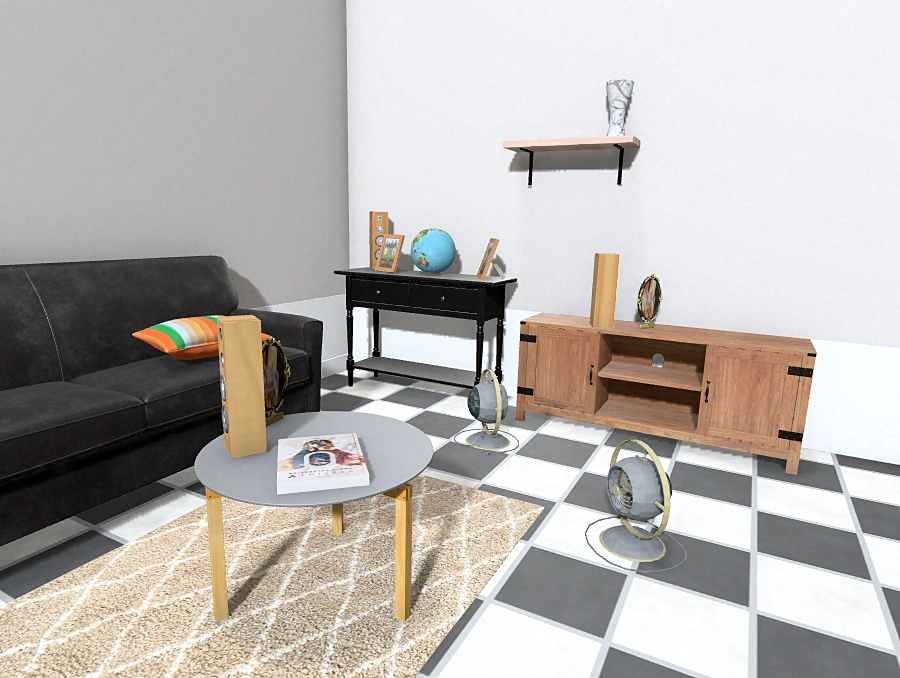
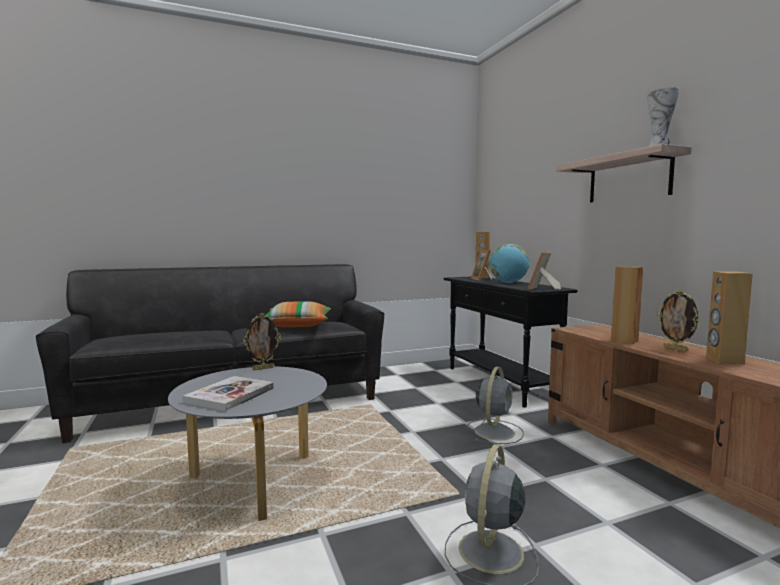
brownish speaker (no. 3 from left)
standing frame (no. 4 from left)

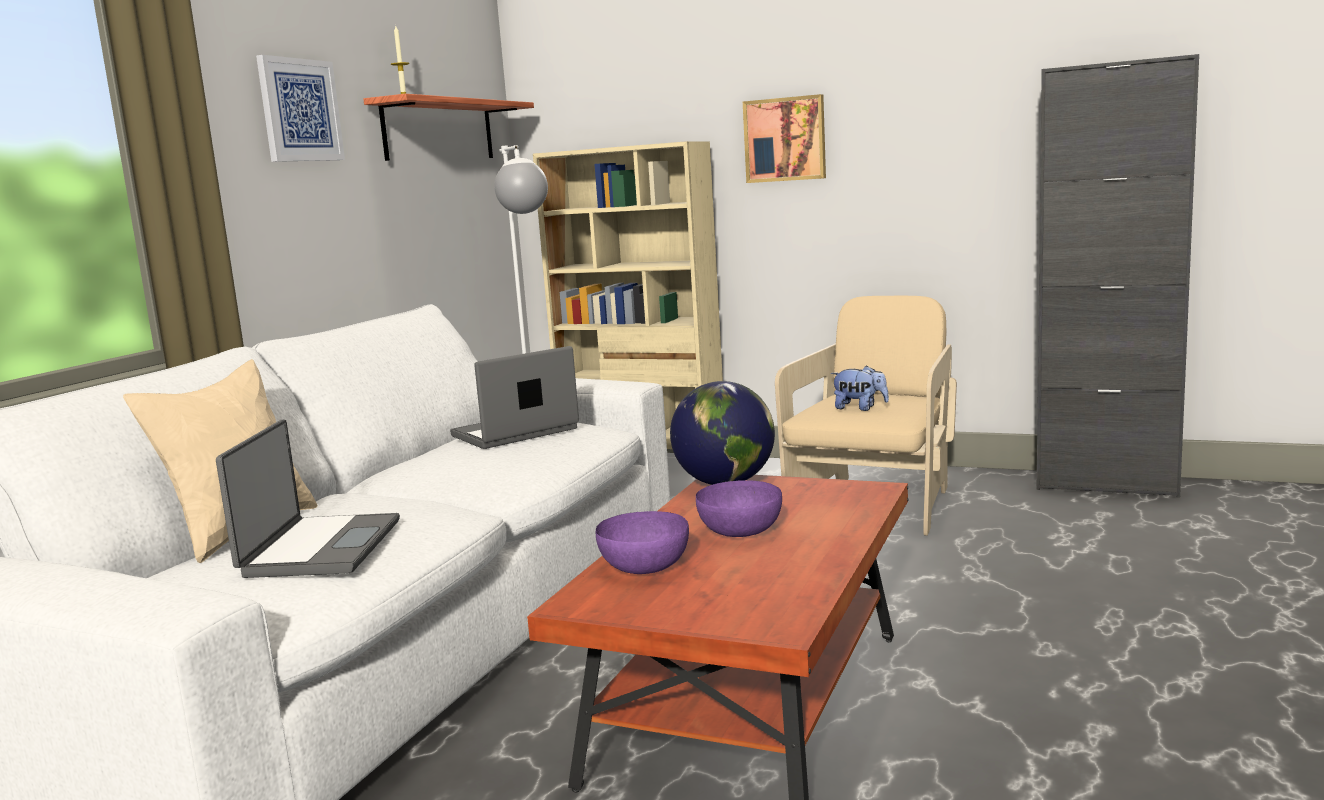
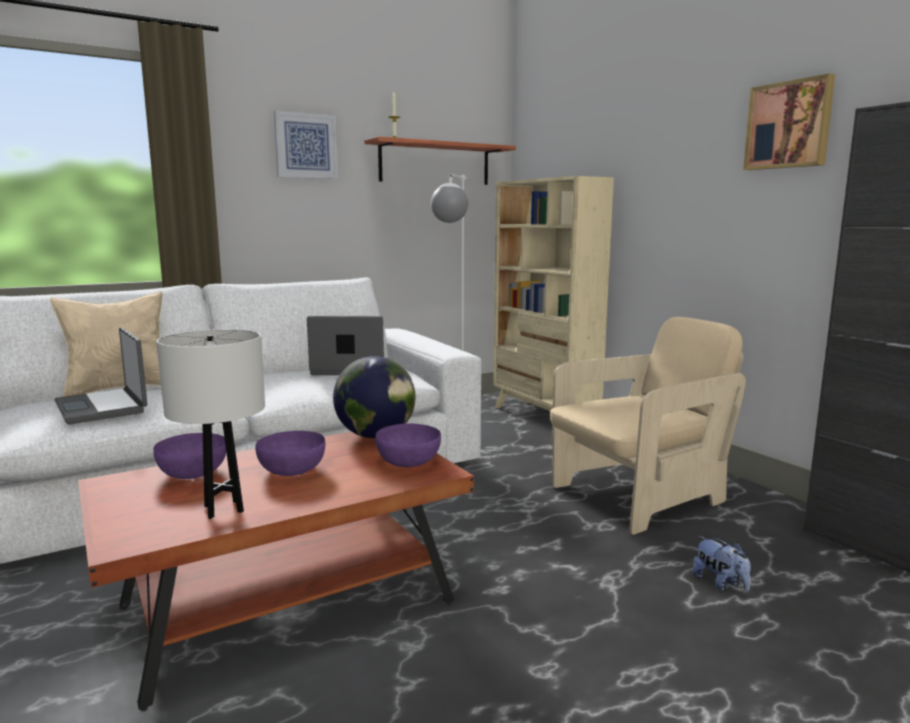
whitish tabletop lamp
purplish bowl (no. 3 from left)
wall art (no. 2 from left)
soft toy
laptop (no. 1 from left)

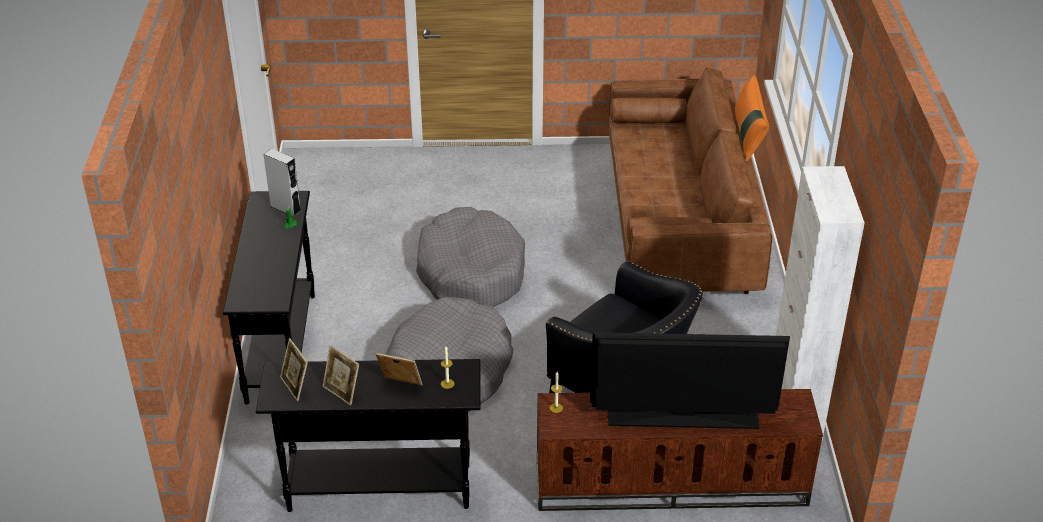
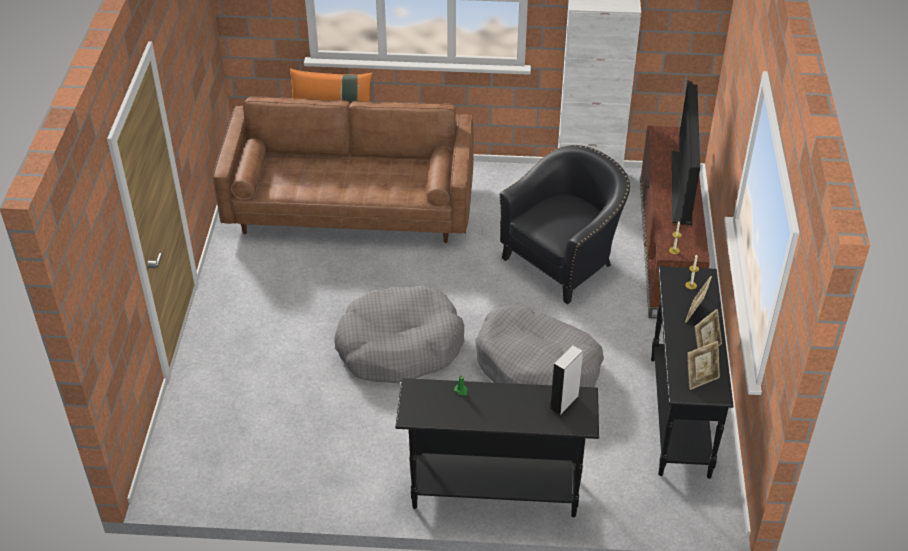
greyish speaker

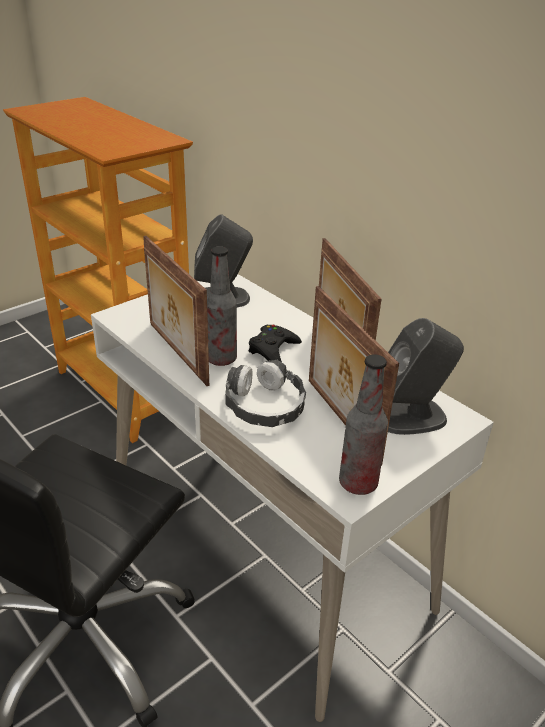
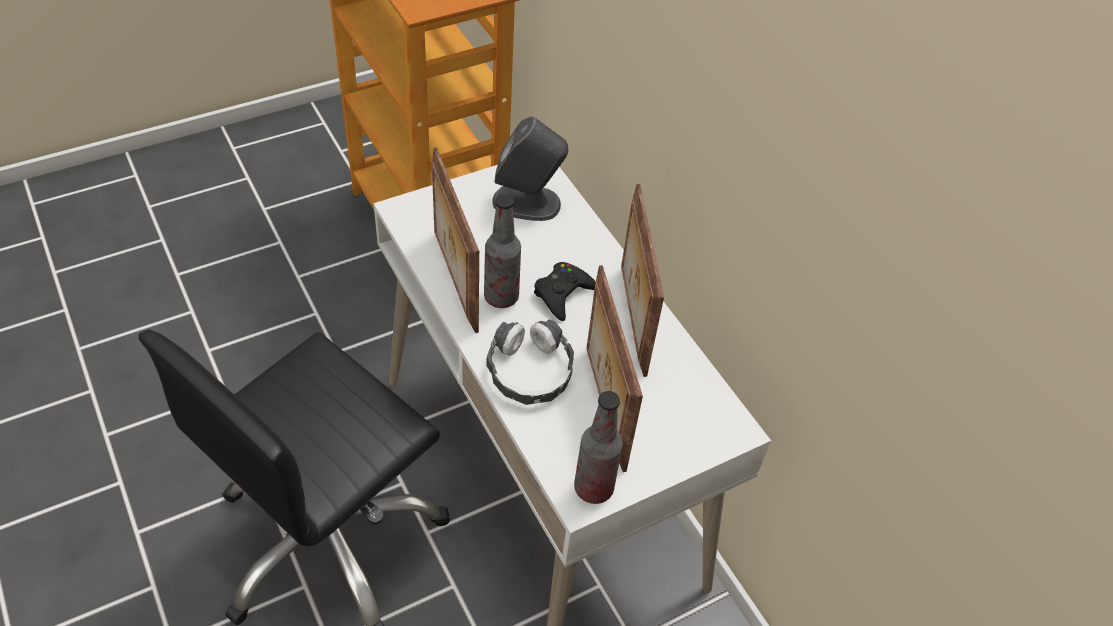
greyish speaker (no. 2 from left in the first image)

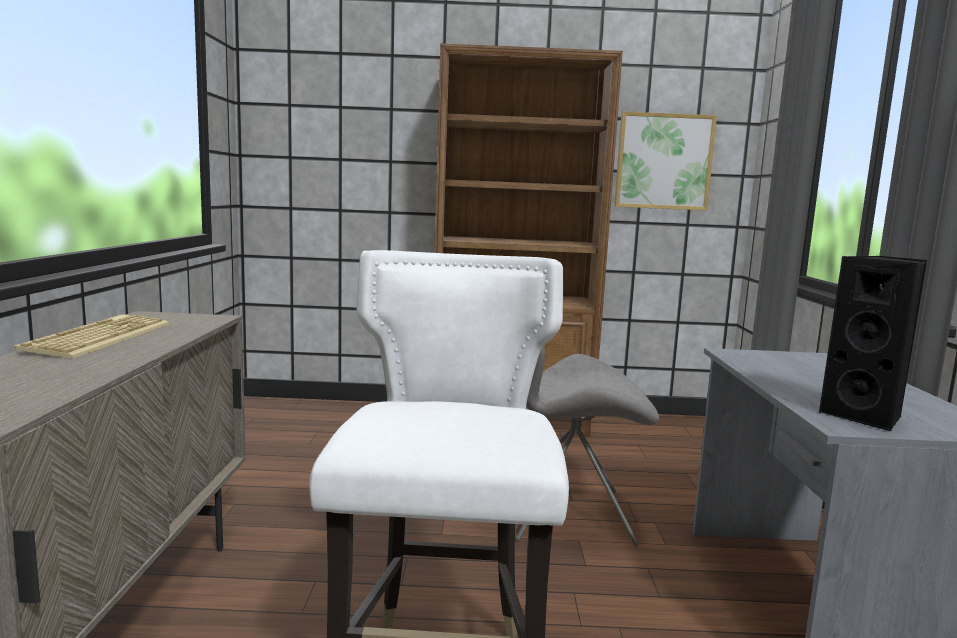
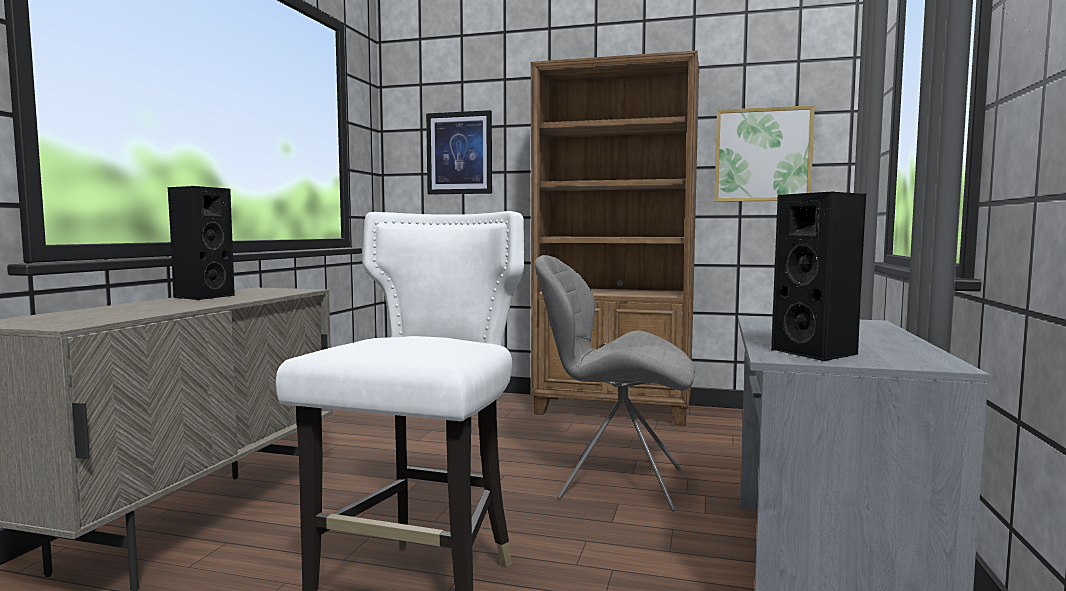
wall art (no. 1 from left)
blackish speaker (no. 1 from left)

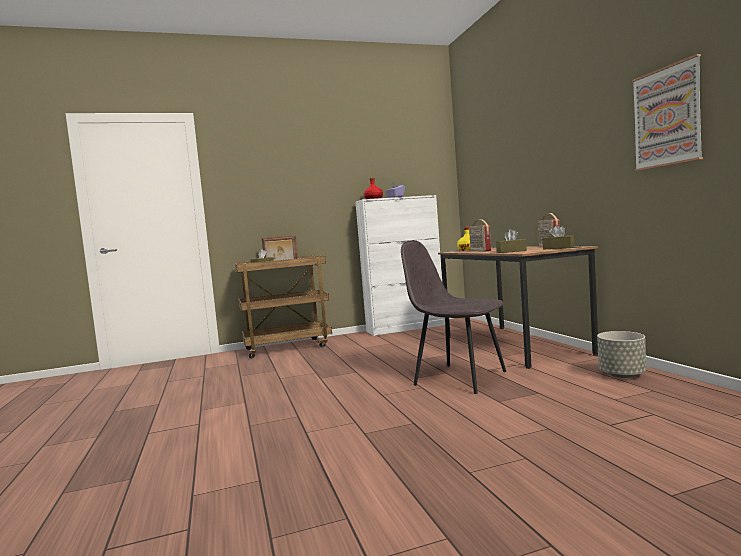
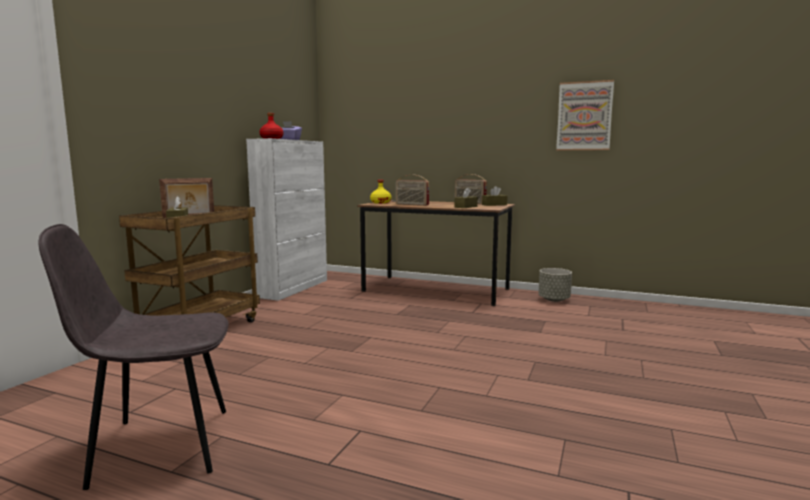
greyish upright chair

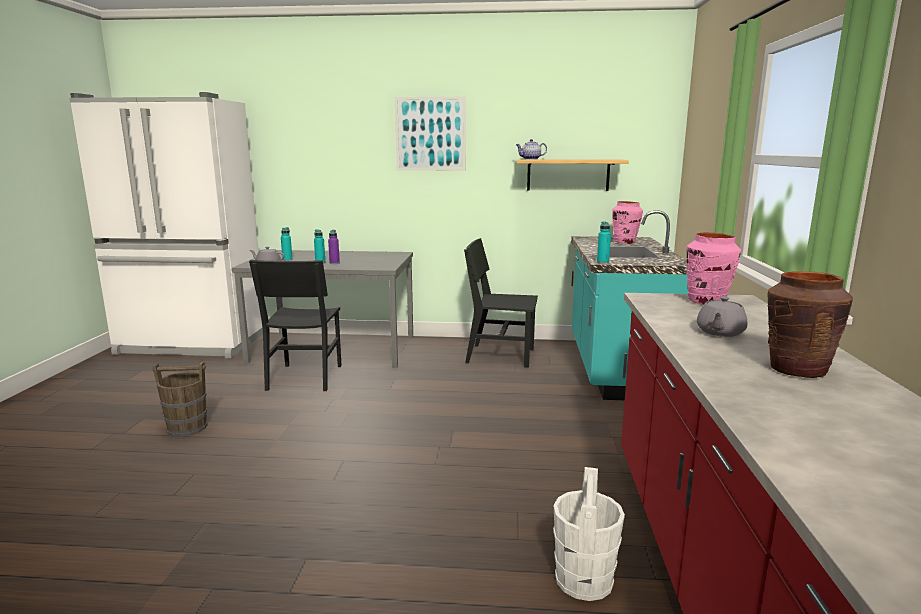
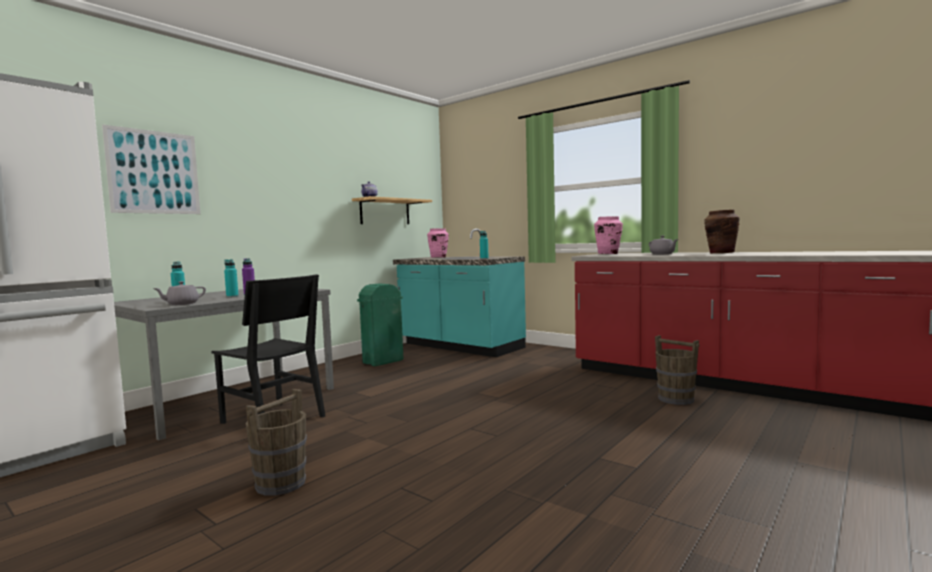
wall art
green rubbish bin
brownish bucket (no. 2 from left)

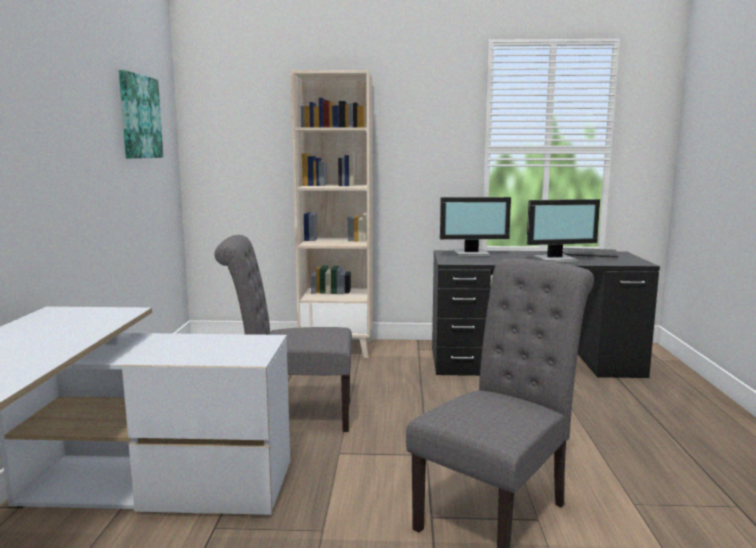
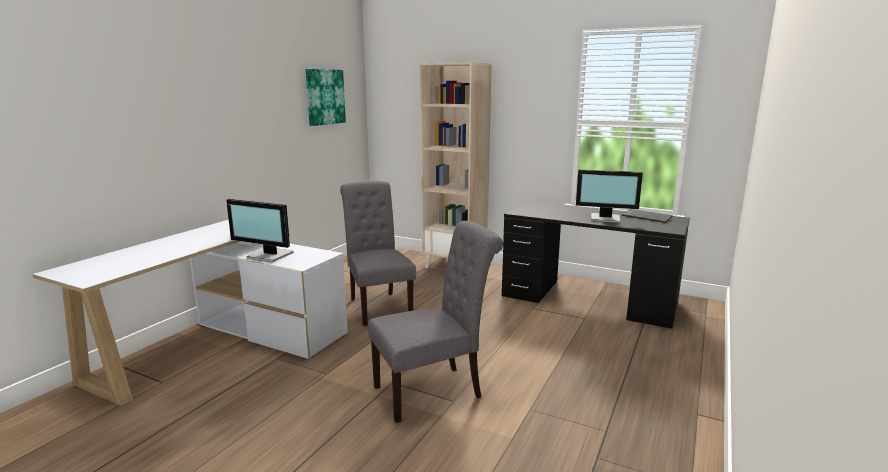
monitor (no. 1 from left)
greyish upright chair (no. 1 from left)

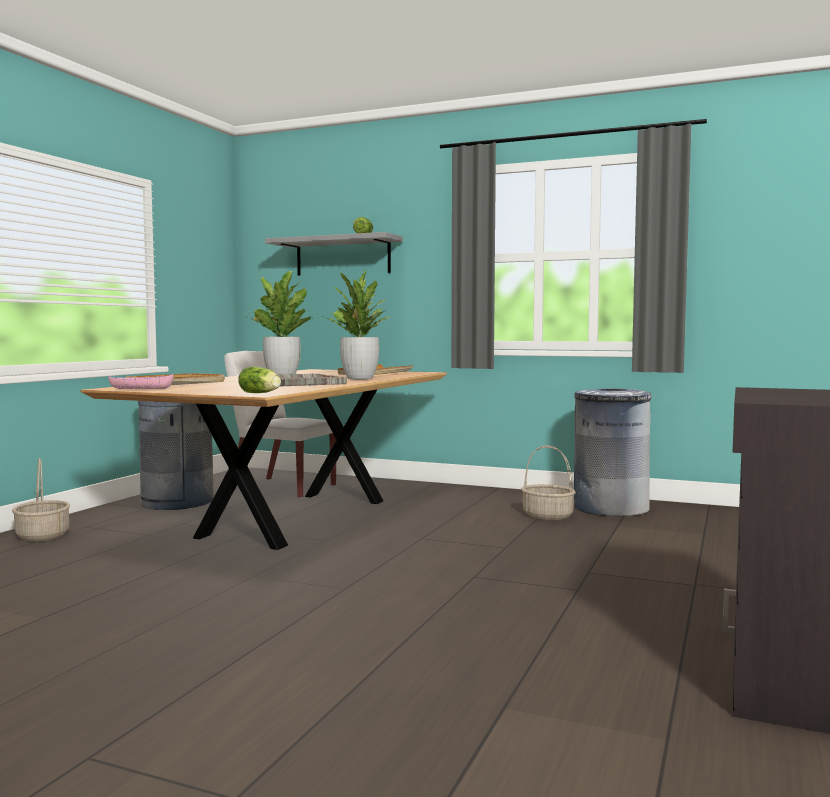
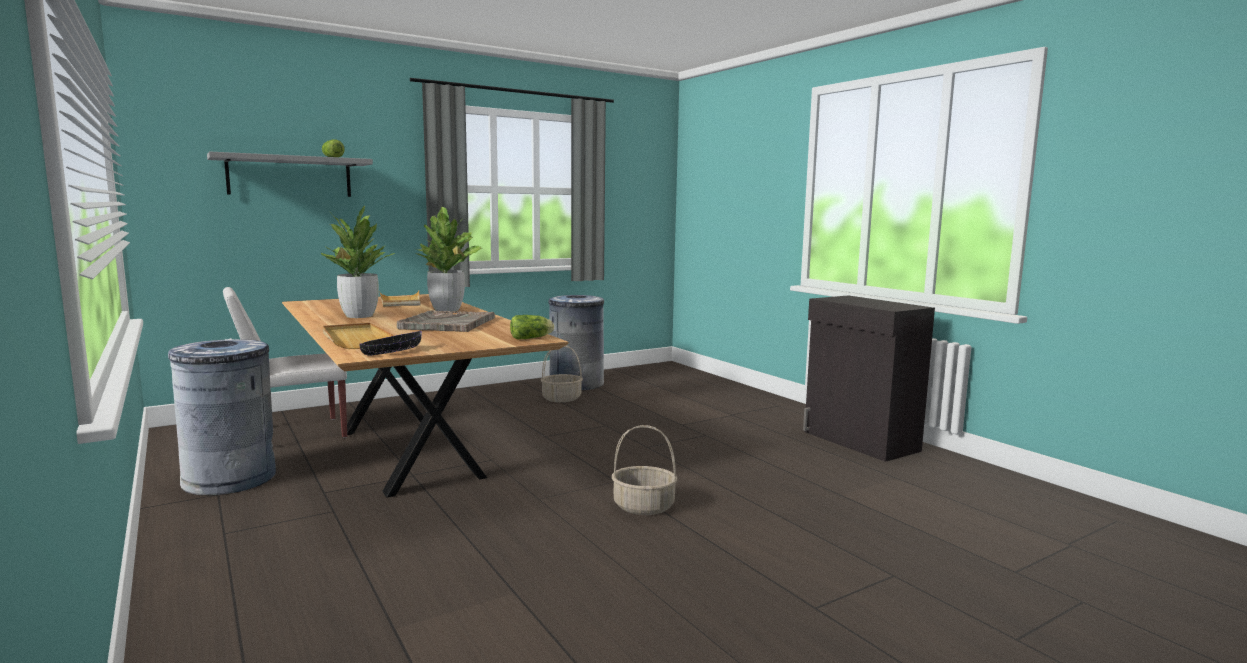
storage basket (no. 2 from left)
blackish bowl

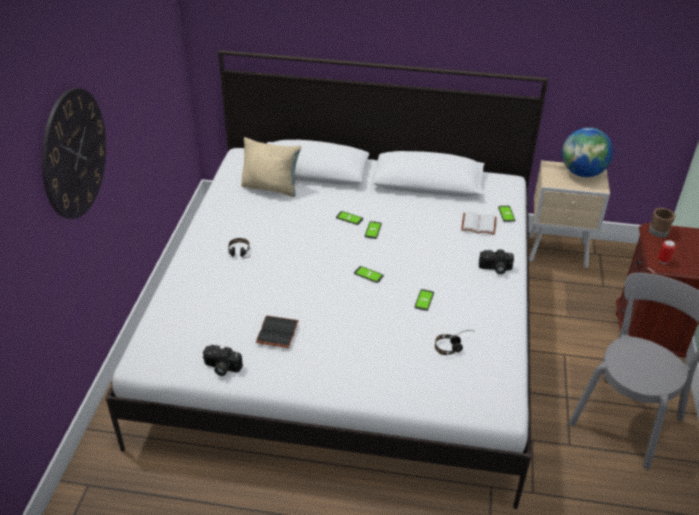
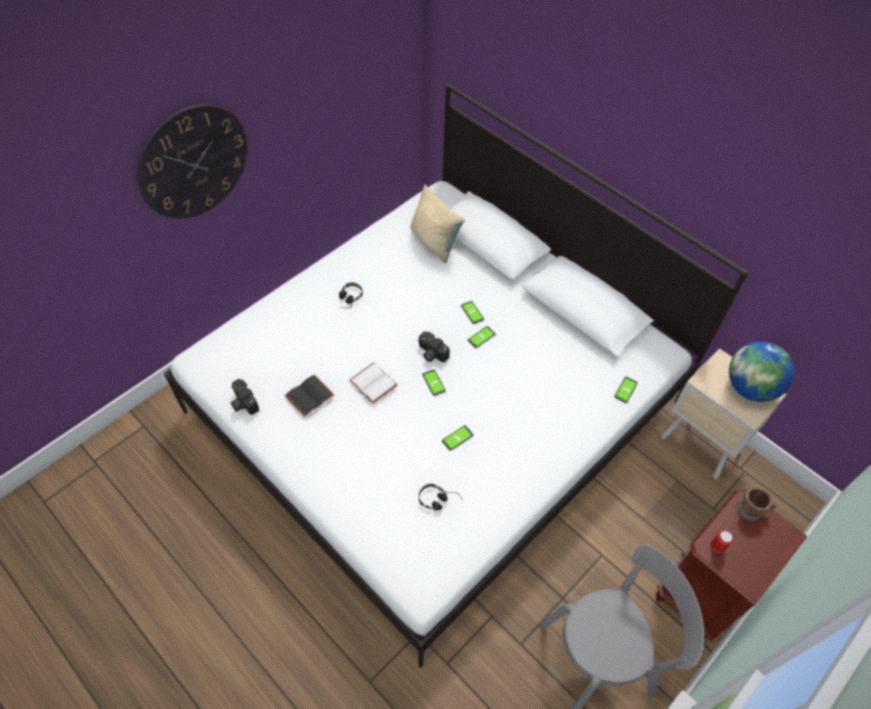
whitish bound book
still camera (no. 2 from left)

